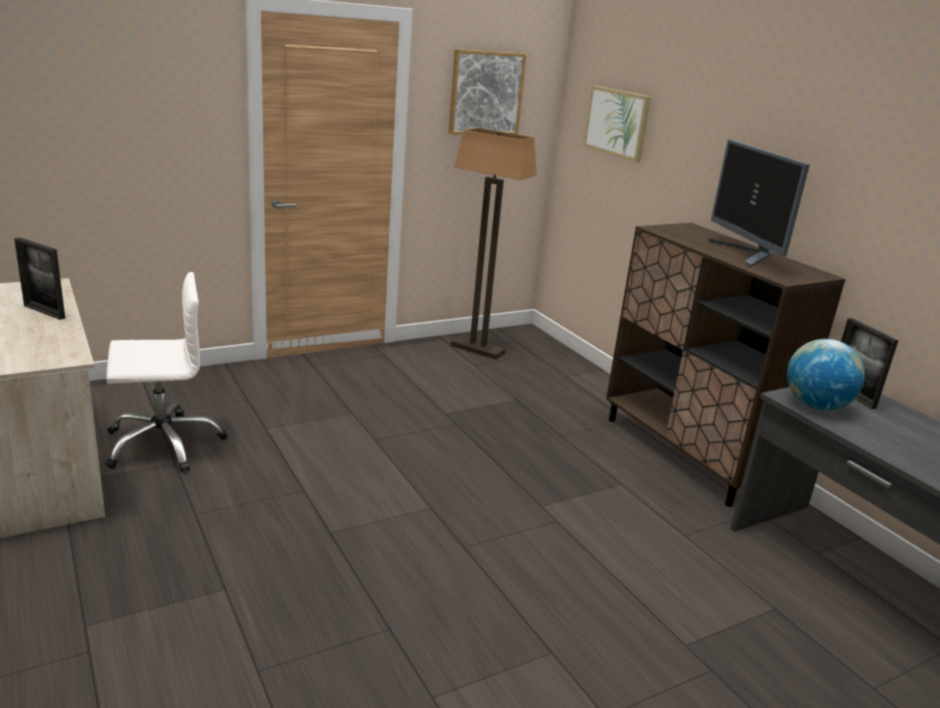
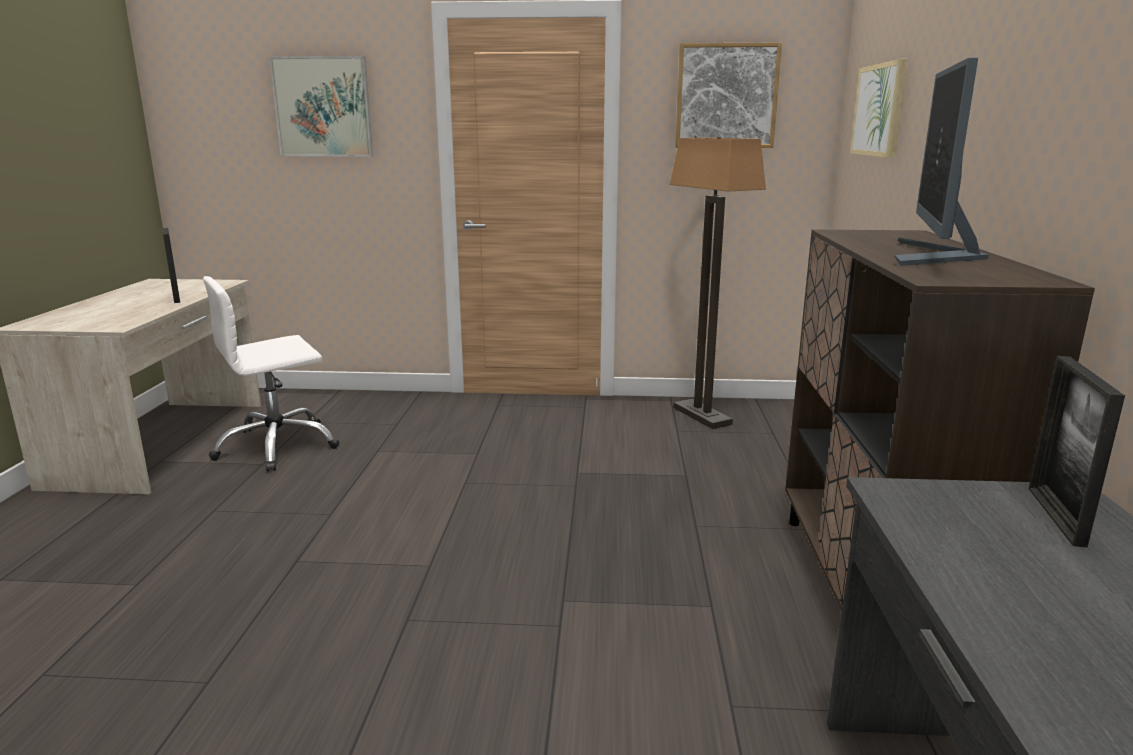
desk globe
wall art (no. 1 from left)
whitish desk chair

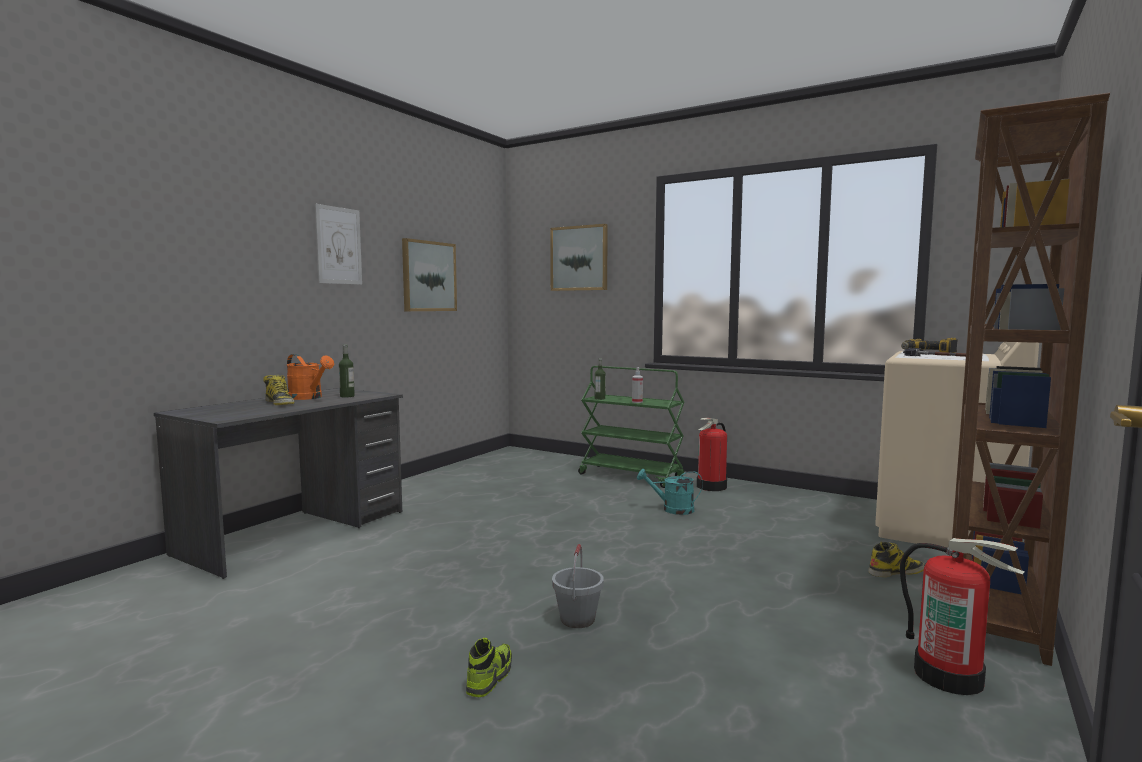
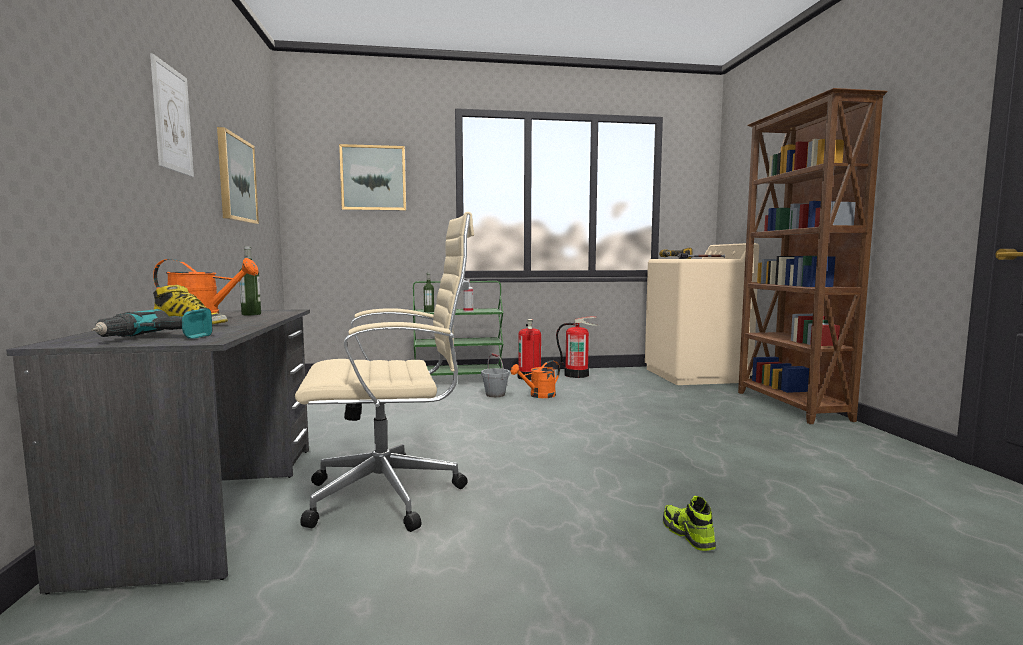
tall boot (no. 2 from left in the first image)
drill (no. 1 from left)
beige desk chair
greyish bucket
fire extinguisher (no. 2 from left)
orange-coloured sprinkling can (no. 2 from left)

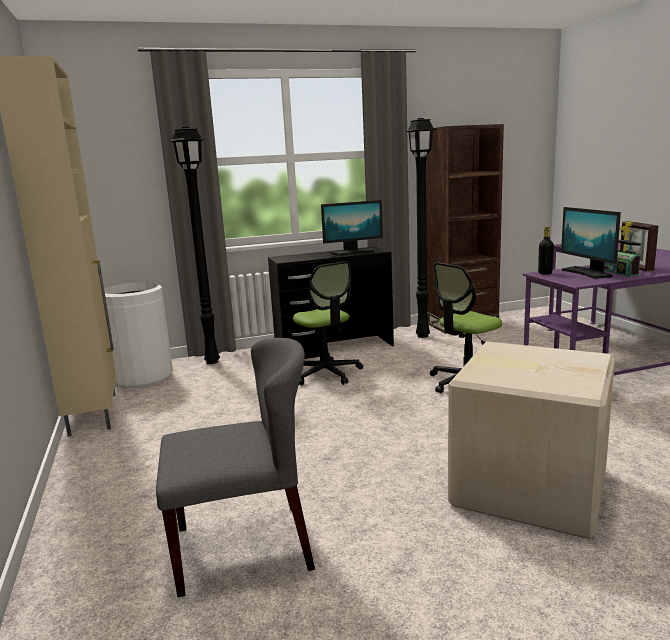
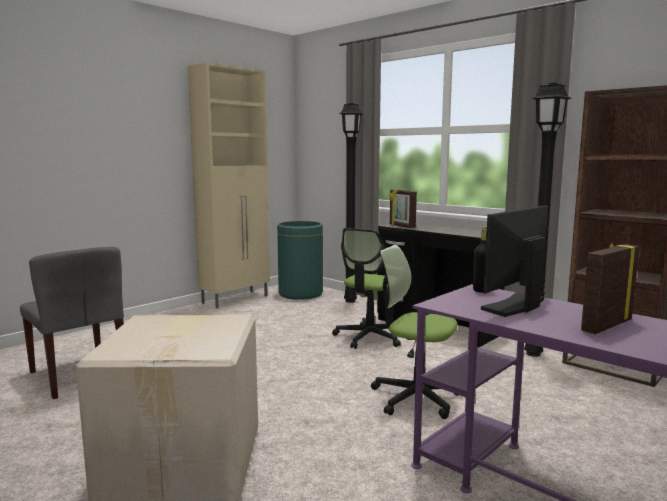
monitor (no. 1 from left in the first image)
radio
standing frame (no. 1 from left)
green rubbish bin

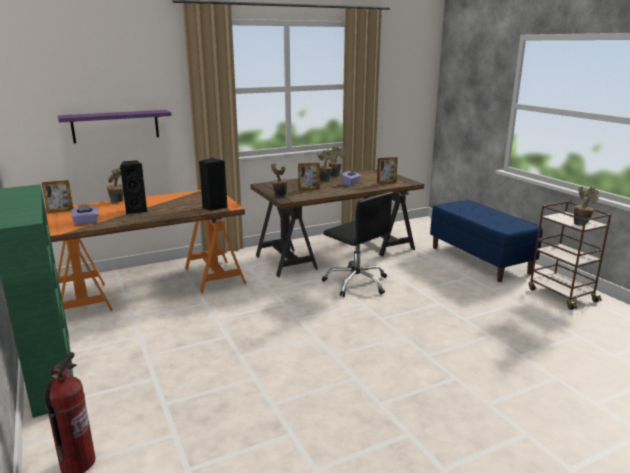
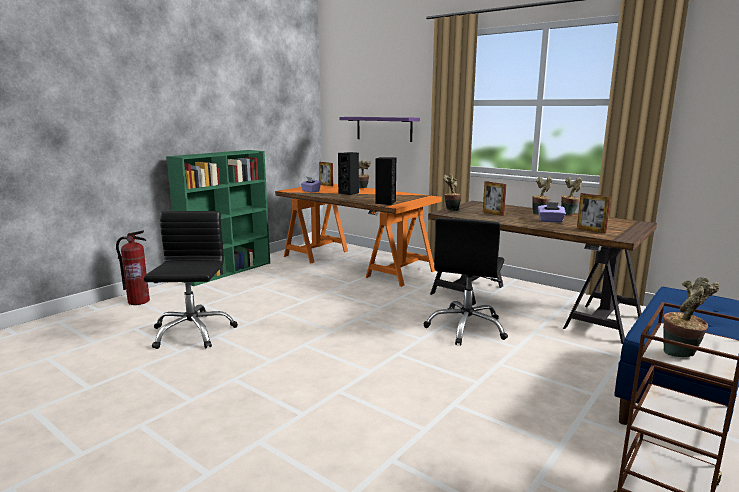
blackish desk chair (no. 1 from left)

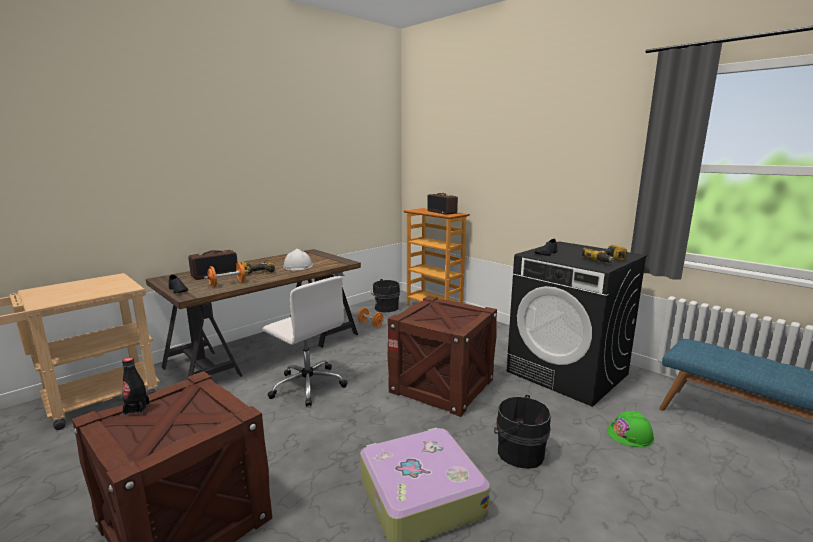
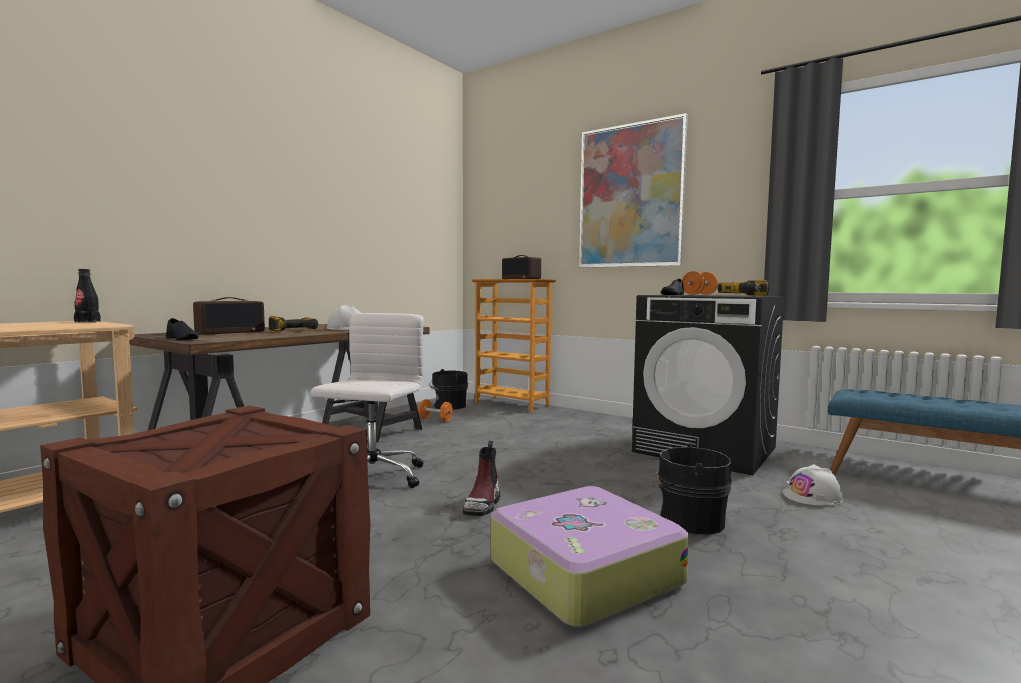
packing crate (no. 2 from left in the first image)
tall boot
wall art
blackish beverage bottle
orange-coloured dumbbell (no. 2 from left)
whitish safety helmet (no. 2 from left)
whitish desk chair

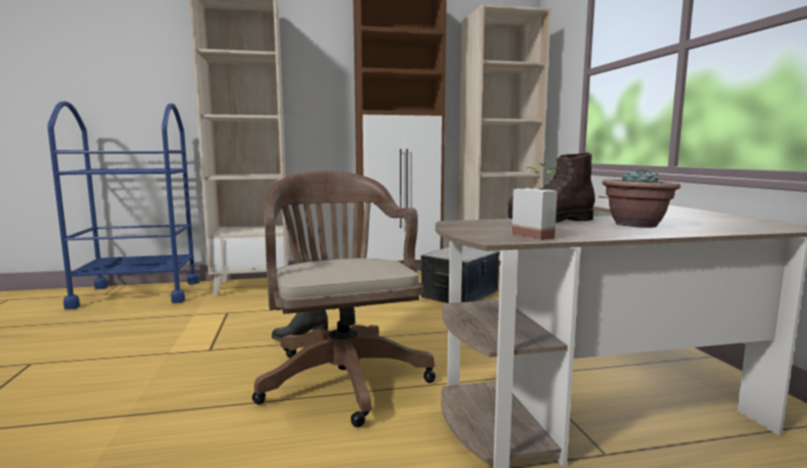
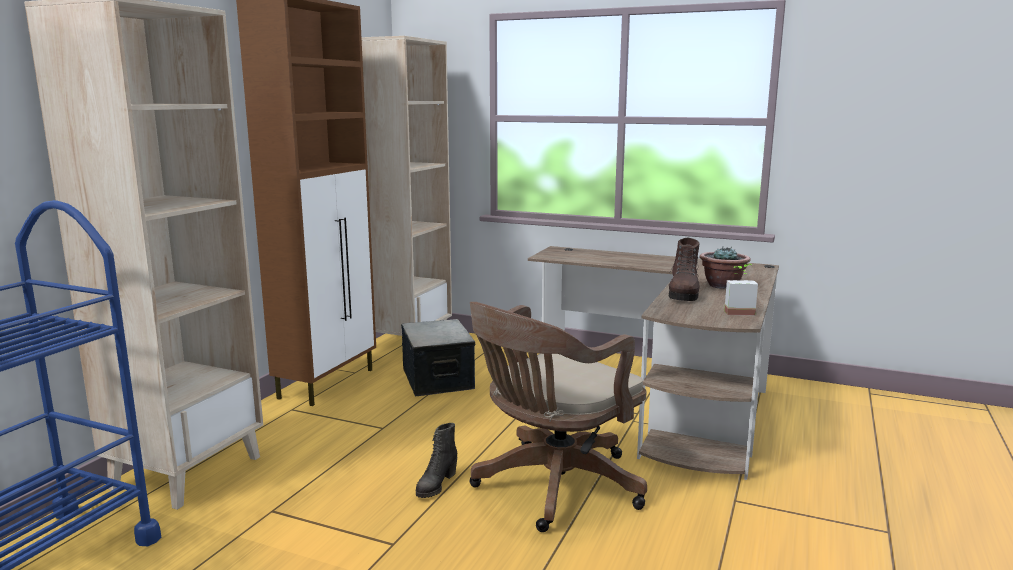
brownish desk chair

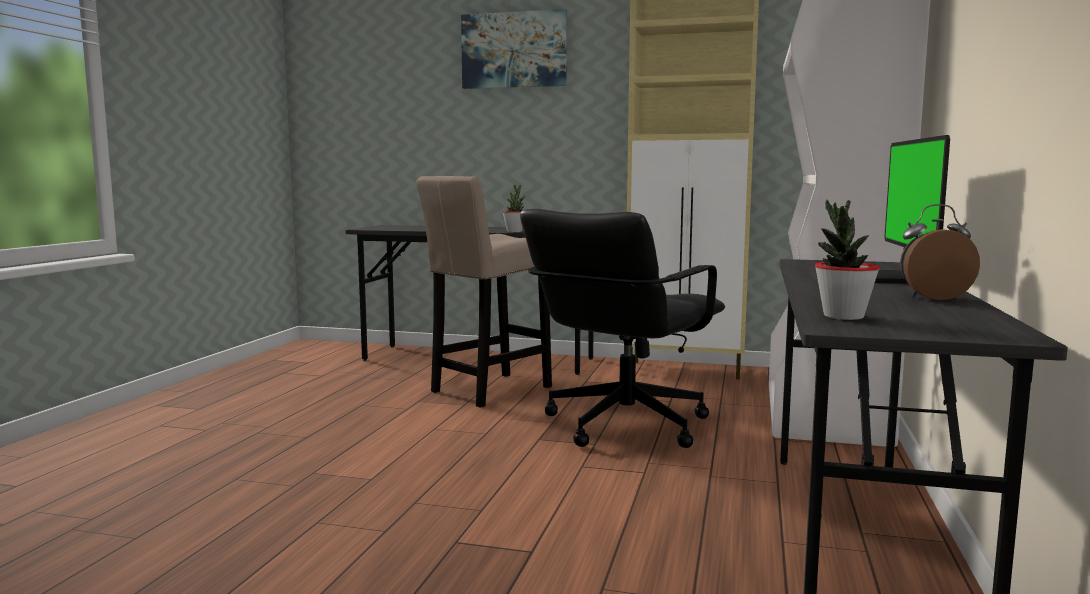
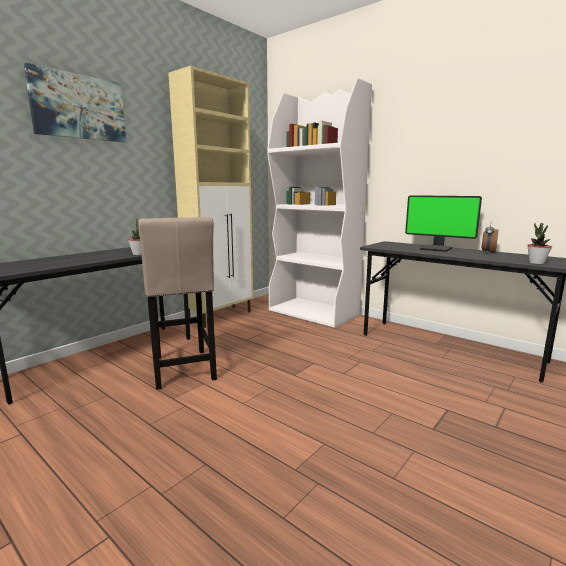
blackish desk chair

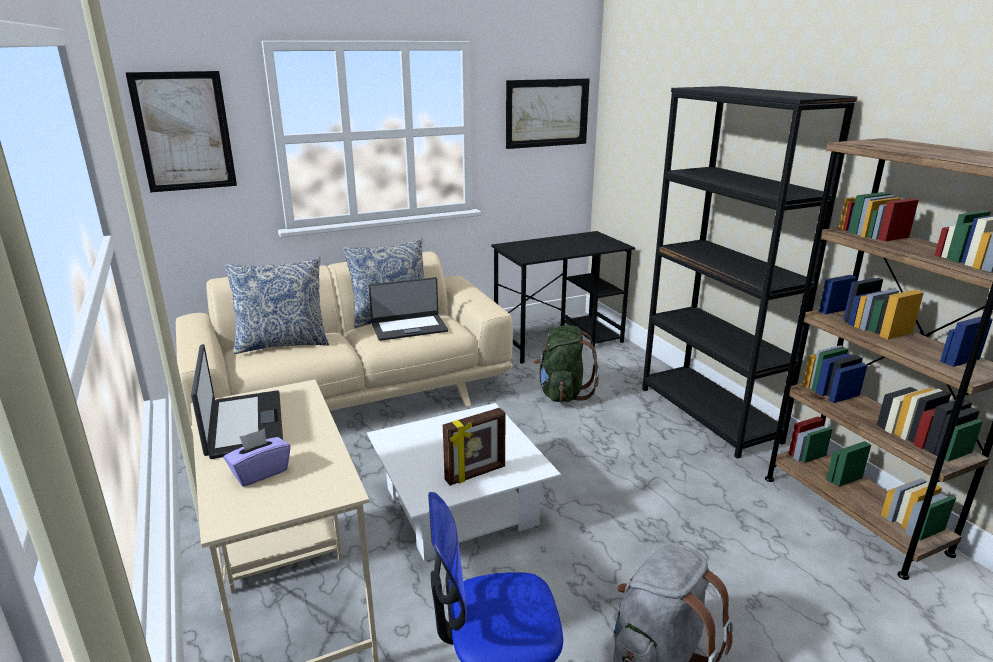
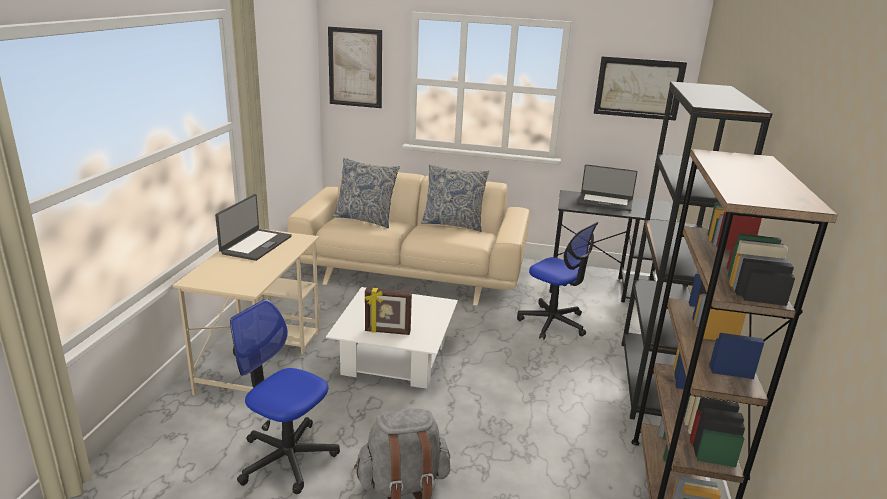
purplish tissue box
laptop (no. 2 from left)
desk chair (no. 2 from left)

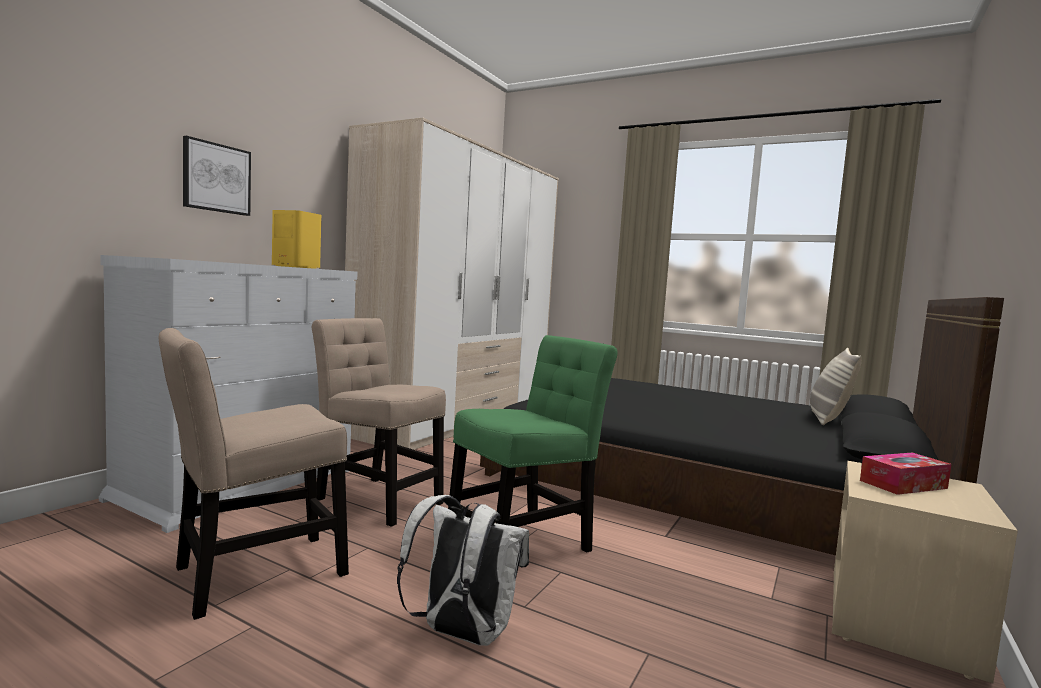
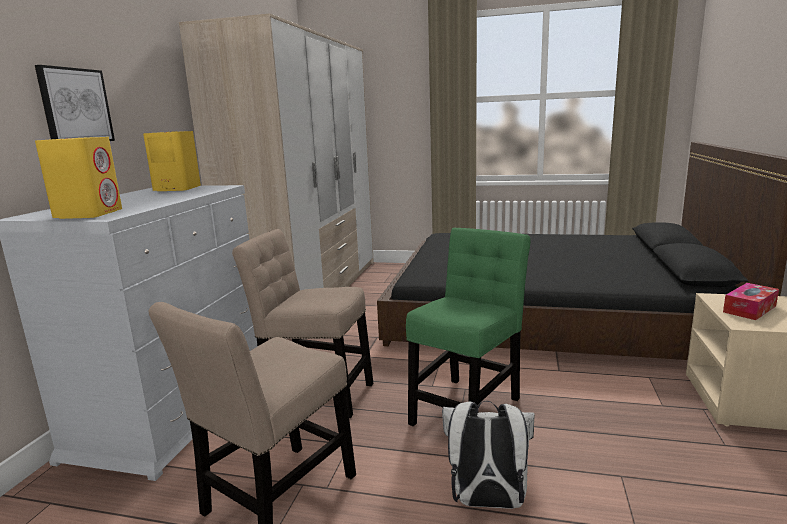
cushion
yellowish speaker (no. 1 from left)

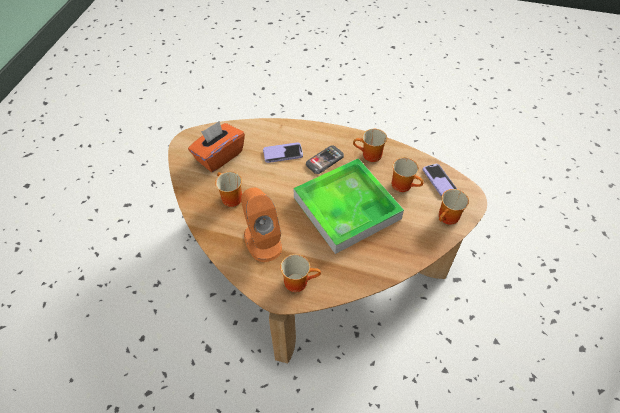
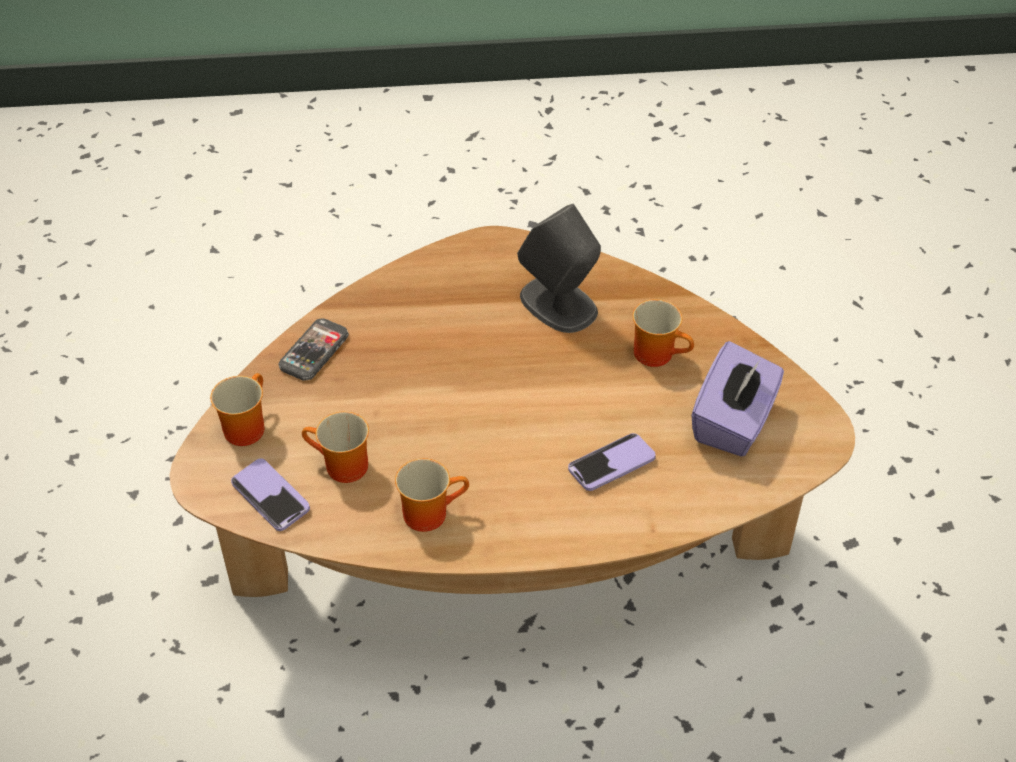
mug (no. 2 from left in the first image)
carrying tray
telephone (no. 2 from left)
purplish tissue box
greyish speaker

